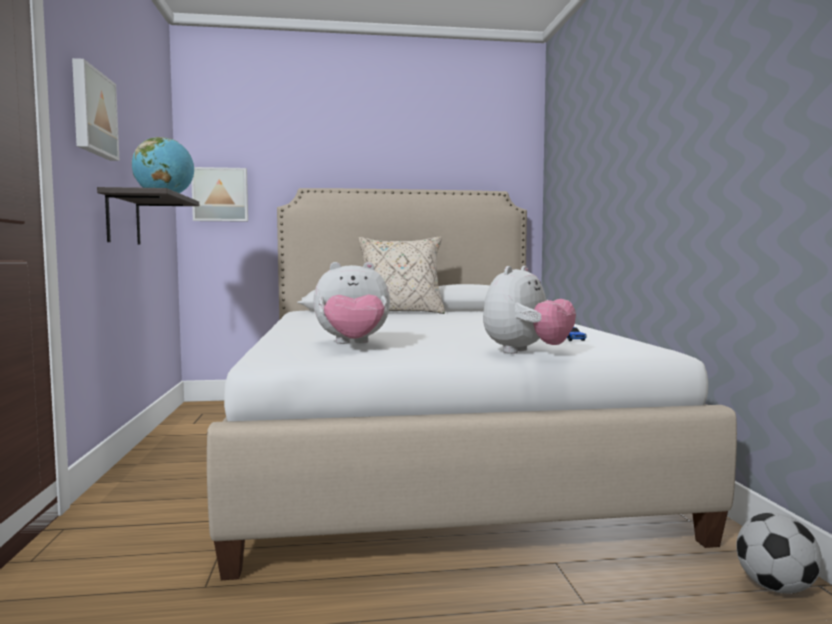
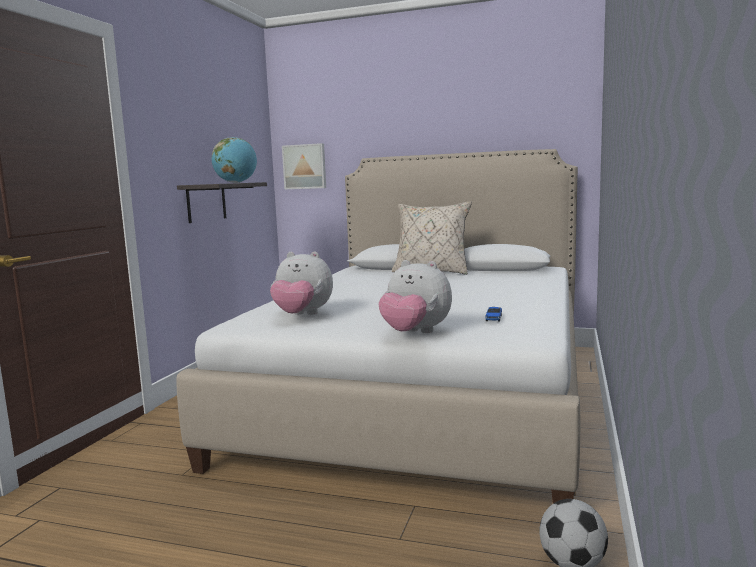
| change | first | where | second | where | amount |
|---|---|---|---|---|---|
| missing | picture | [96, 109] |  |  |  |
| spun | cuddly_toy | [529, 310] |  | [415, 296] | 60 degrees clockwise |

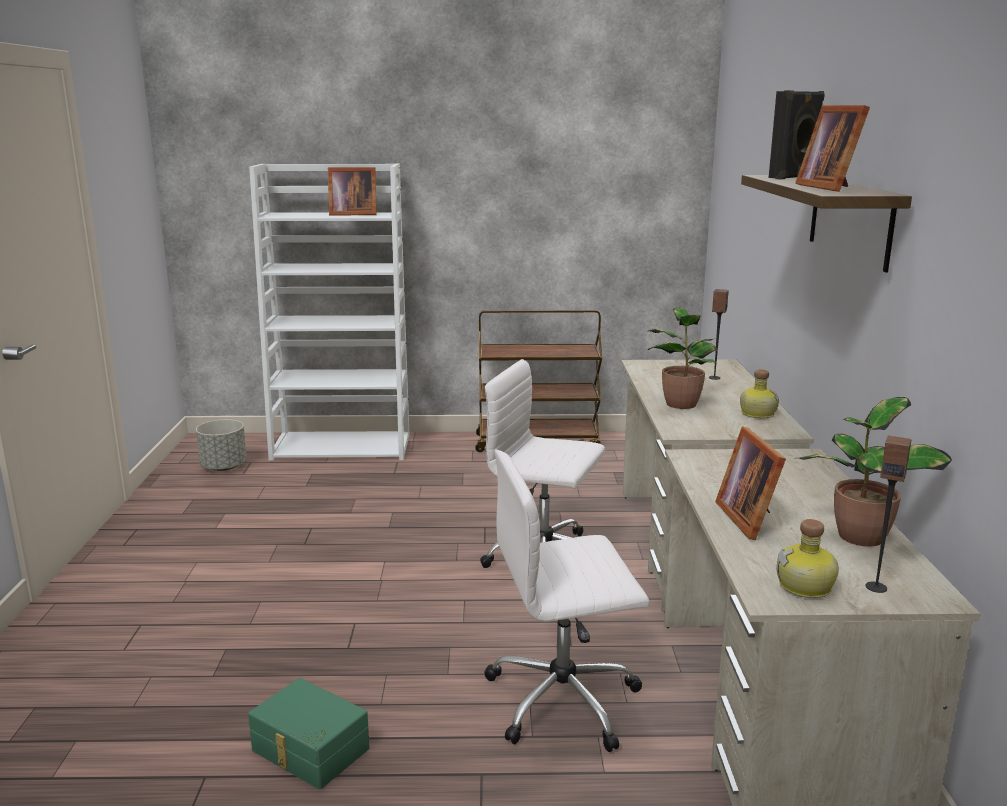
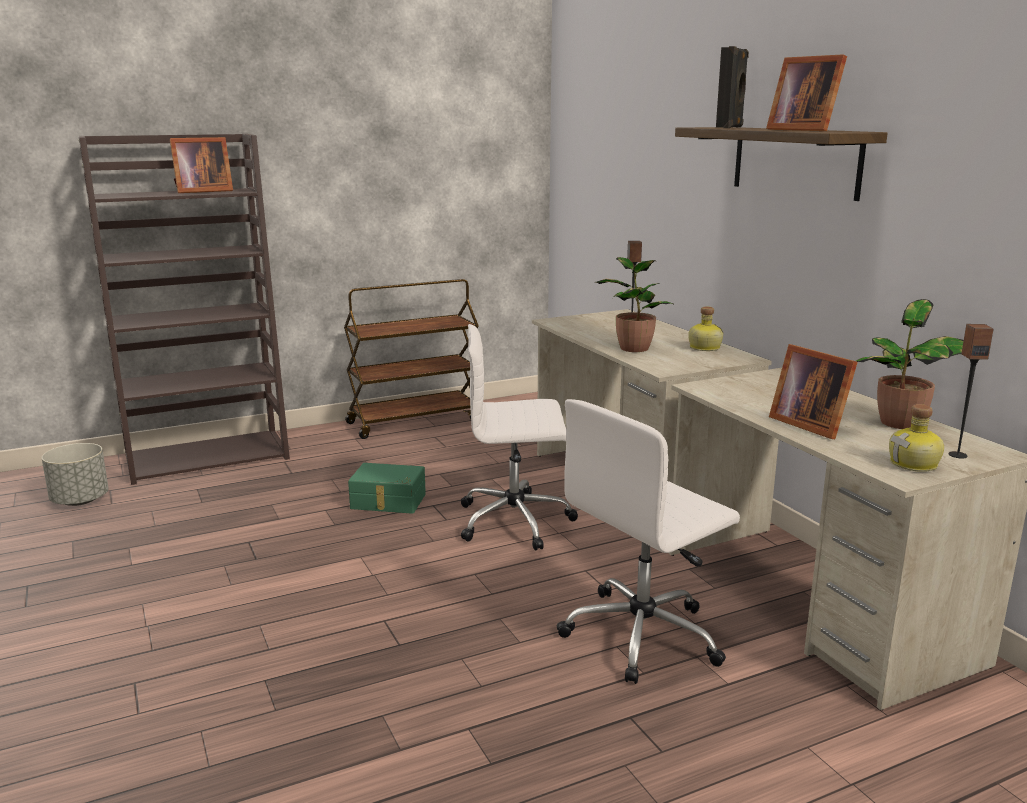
| change | first | where | second | where | amount |
|---|---|---|---|---|---|
| colour | white-coloured_bookcase | [329, 312] | brown_bookcase | [184, 309] |  |
| relocated | greenish_storage_box | [309, 733] |  | [387, 488] |  |

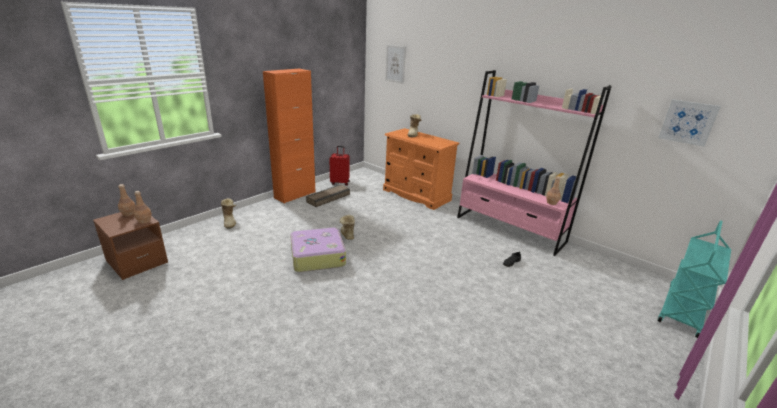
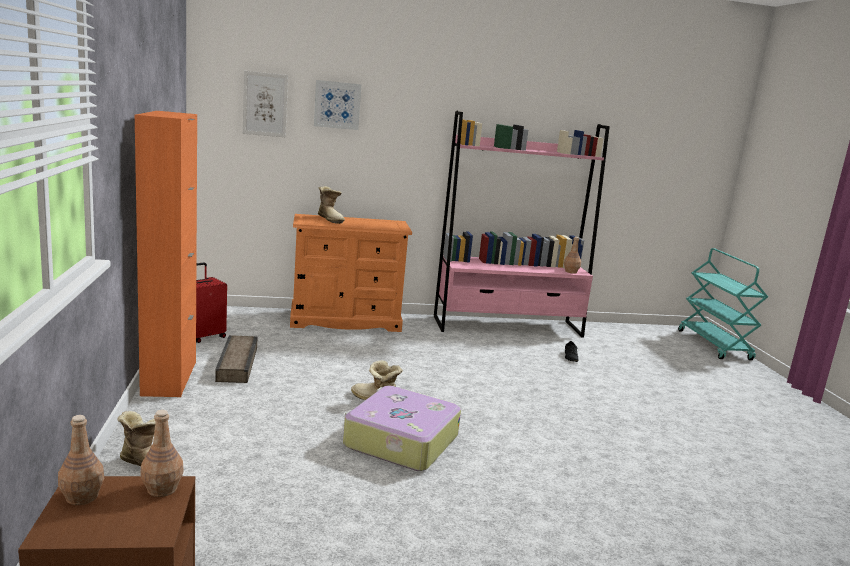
| change | first | where | second | where | amount |
|---|---|---|---|---|---|
| relocated | picture | [689, 123] |  | [337, 105] |  |

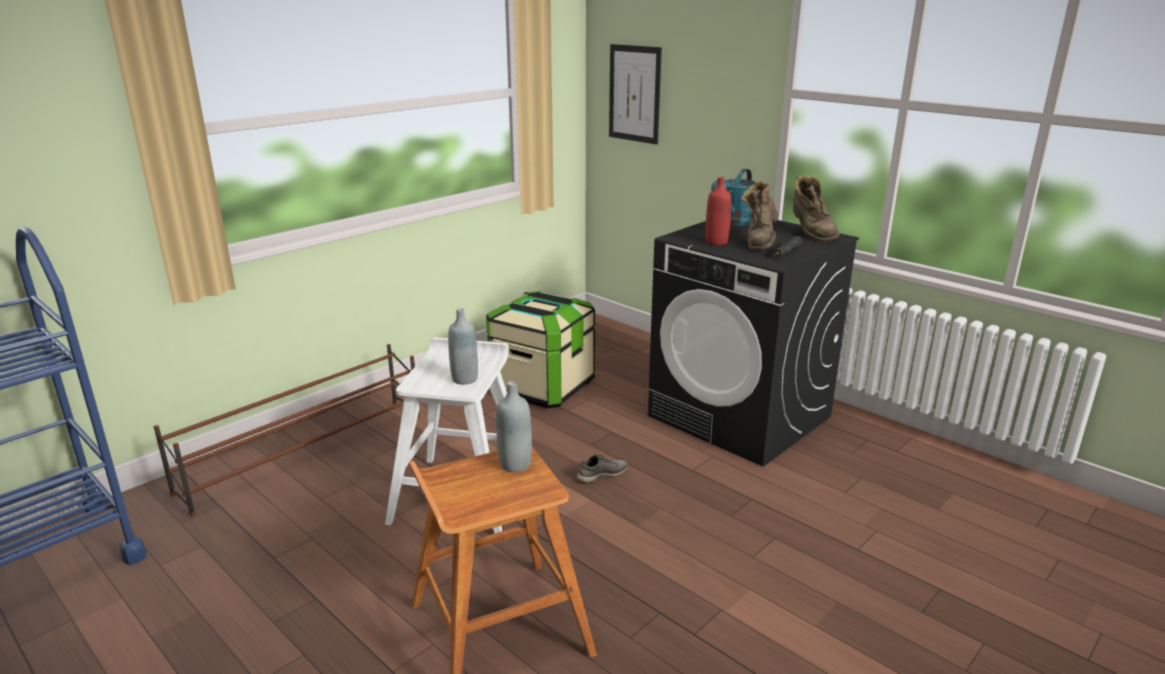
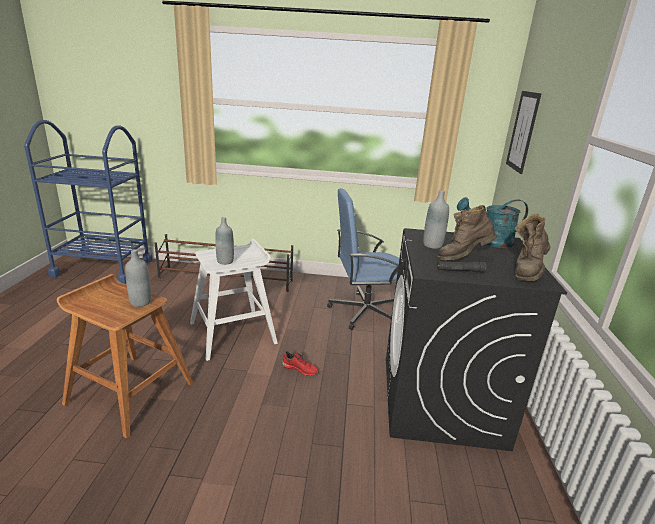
| change | first | where | second | where | amount |
|---|---|---|---|---|---|
| colour | red_beverage_bottle | [718, 211] | gray_beverage_bottle | [436, 219] |  |
| exchanged | storage_box | [540, 349] | blue_office_chair | [363, 259] |  |
| colour | gray_item_of_footwear | [603, 468] | red_item_of_footwear | [300, 363] |  |

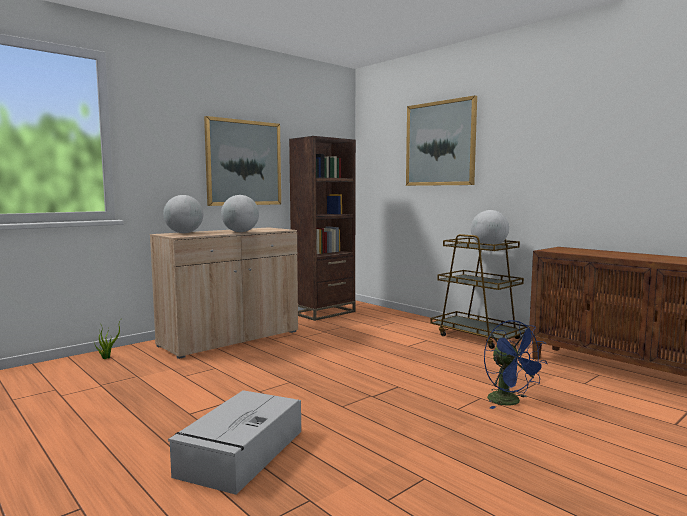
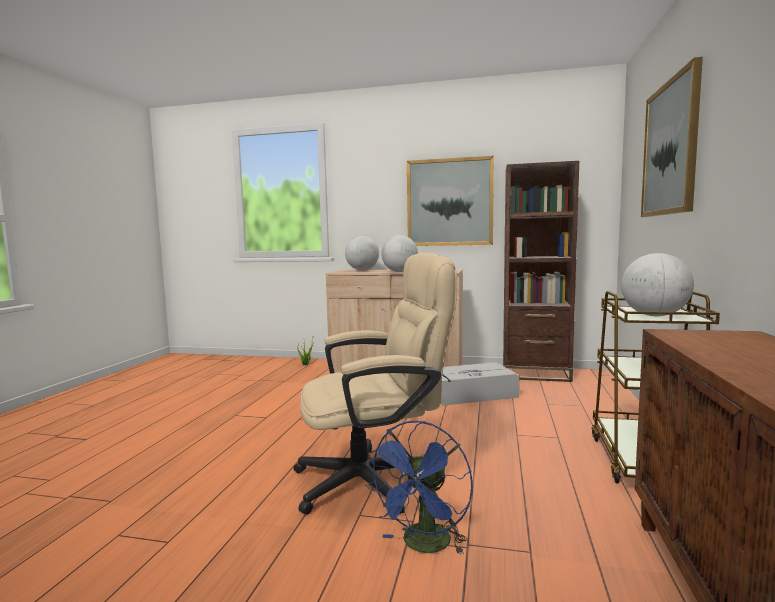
| change | first | where | second | where | amount |
|---|---|---|---|---|---|
| relocated | gray_storage_box | [234, 442] |  | [480, 384] |  |
| appeared |  |  | beige_office_chair | [375, 384] |  |

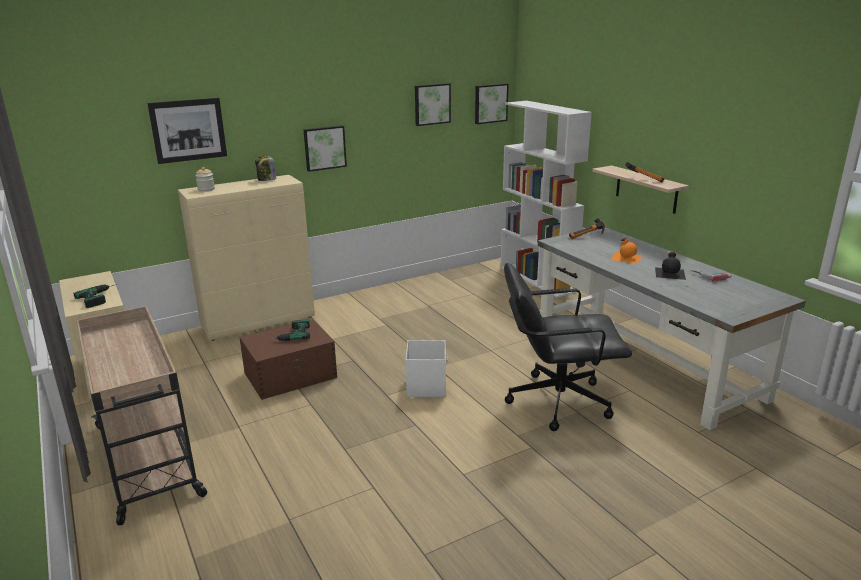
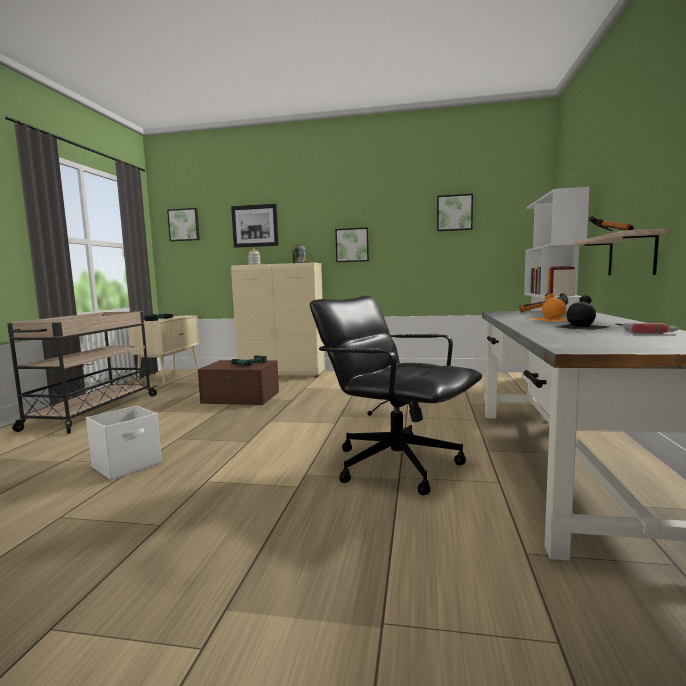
| change | first | where | second | where | amount |
|---|---|---|---|---|---|
| relocated | picture | [492, 103] |  | [183, 224] |  |
| relocated | white-coloured_storage_box | [427, 368] |  | [124, 443] |  |

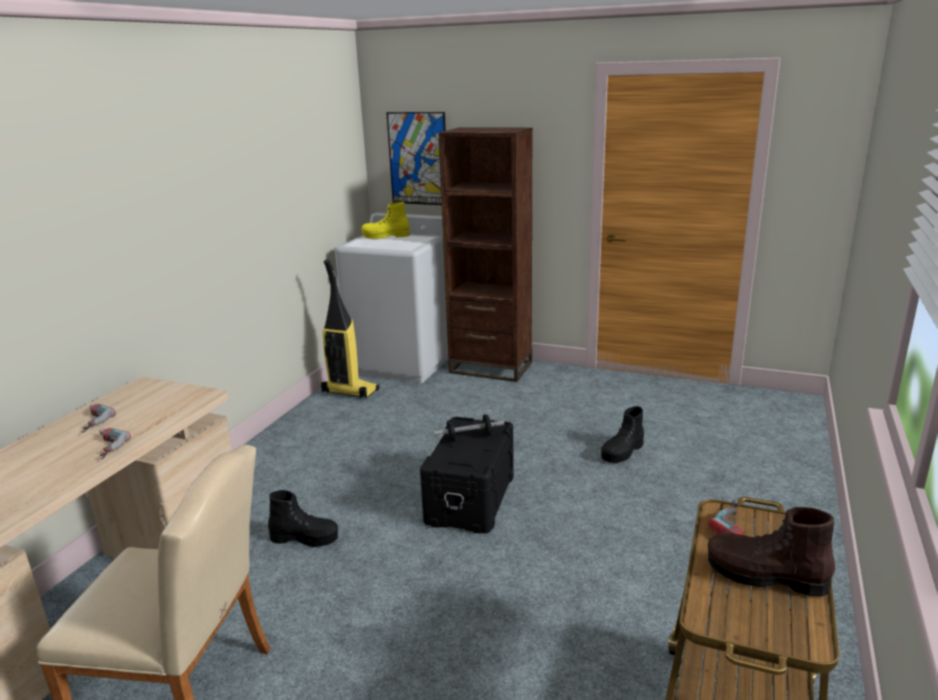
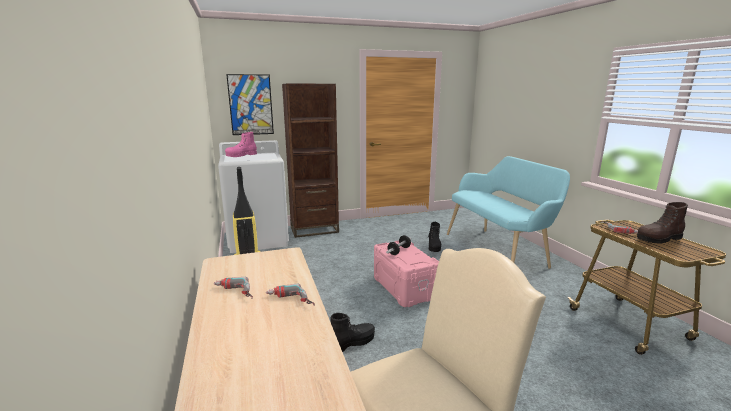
| change | first | where | second | where | amount |
|---|---|---|---|---|---|
| colour | yellow-coloured_boot | [385, 220] | pink_boot | [241, 144] |  |
| colour | black_storage_box | [467, 475] | pink_storage_box | [406, 273] |  |
| appeared |  |  | blue-green_indoor_bench | [508, 212] |  |

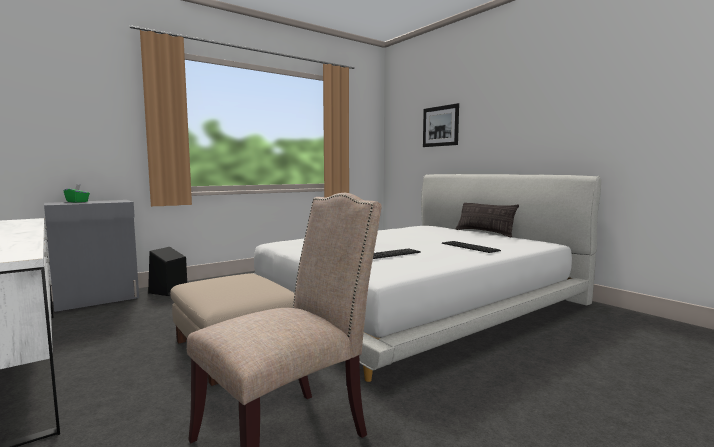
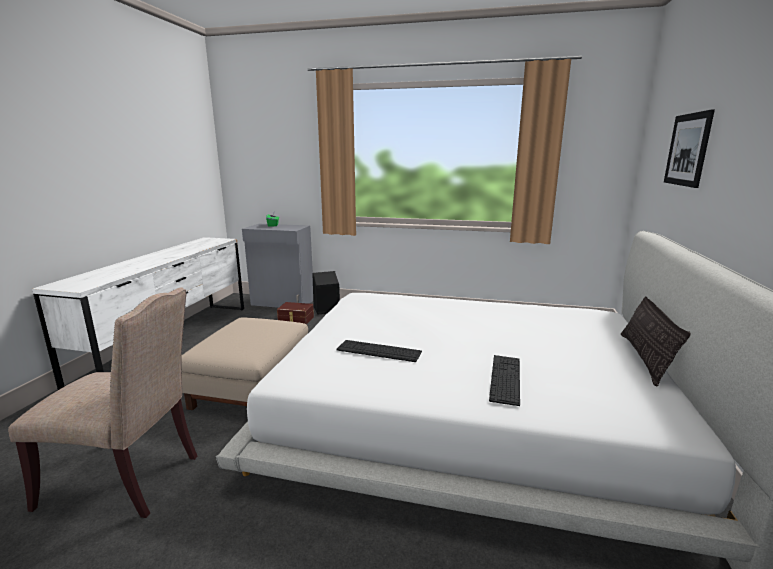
| change | first | where | second | where | amount |
|---|---|---|---|---|---|
| appeared |  |  | brown_storage_box | [295, 313] |  |

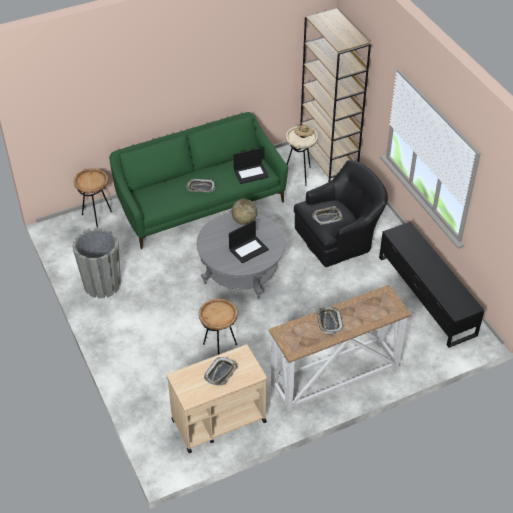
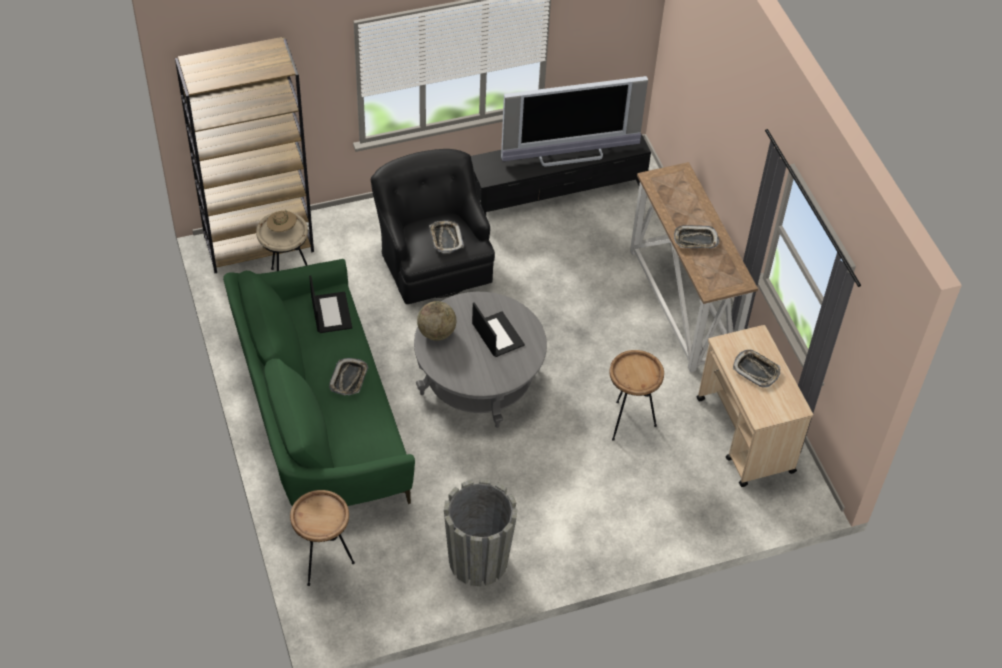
| change | first | where | second | where | amount |
|---|---|---|---|---|---|
| appeared |  |  | TV_set | [574, 121] |  |

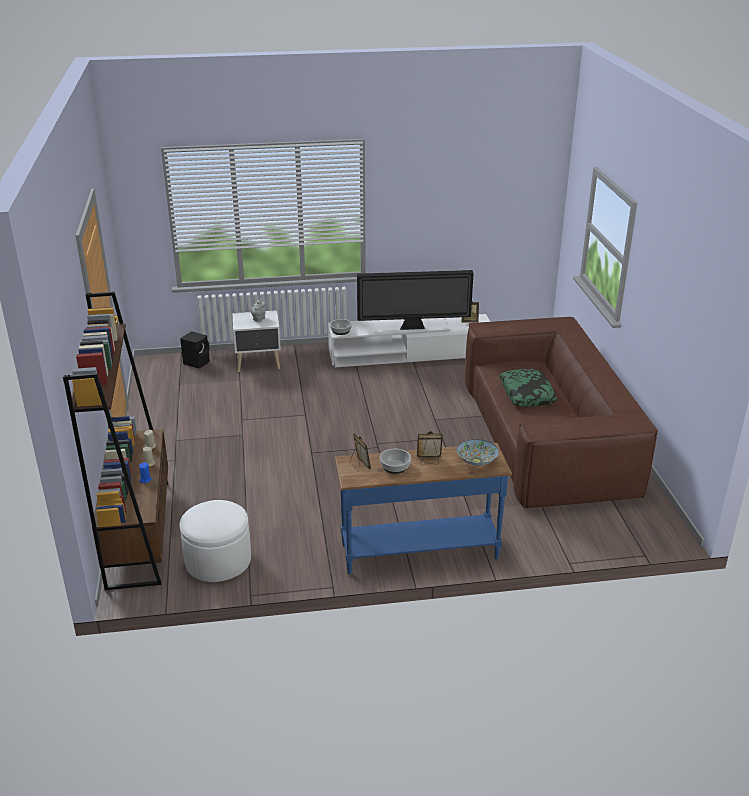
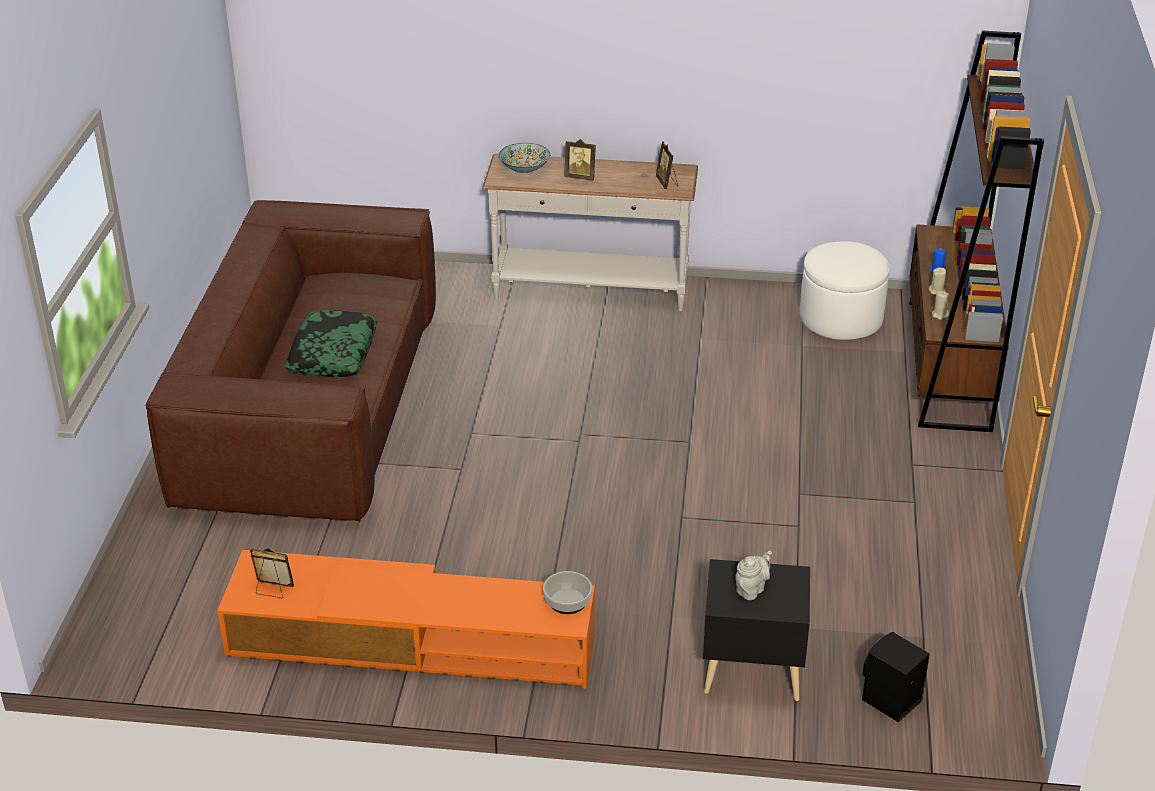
| change | first | where | second | where | amount |
|---|---|---|---|---|---|
| missing | TV_set | [415, 300] |  |  |  |
| colour | white-coloured_nightstand | [257, 341] | black_nightstand | [756, 630] |  |
| colour | white-coloured_tv_unit | [409, 340] | orange-coloured_tv_unit | [406, 619] |  |
| colour | blue_narrow_table | [423, 508] | white-coloured_narrow_table | [590, 232] |  |
| missing | serving_bowl | [395, 461] |  |  |  |

